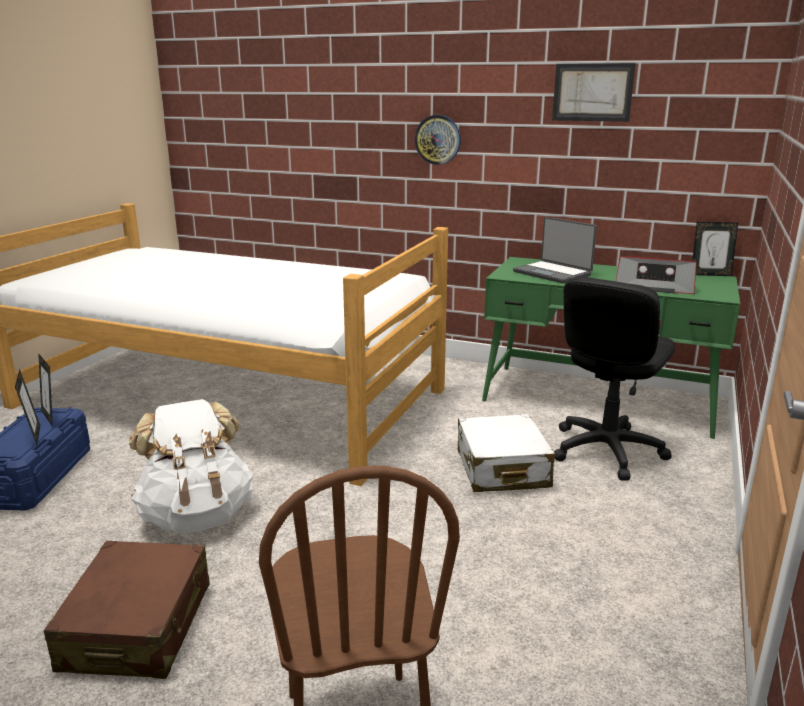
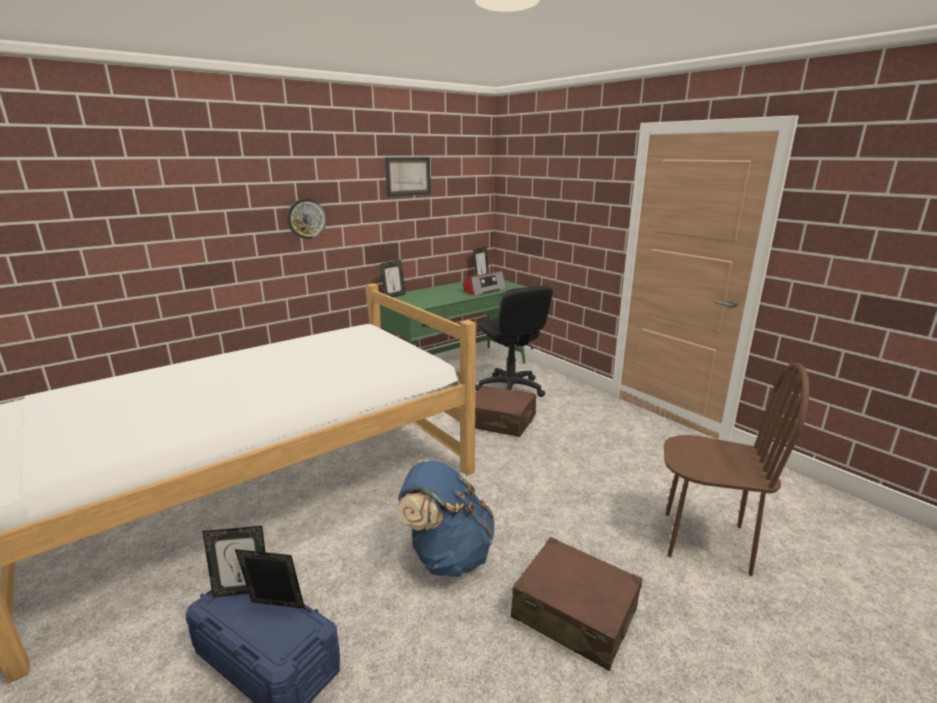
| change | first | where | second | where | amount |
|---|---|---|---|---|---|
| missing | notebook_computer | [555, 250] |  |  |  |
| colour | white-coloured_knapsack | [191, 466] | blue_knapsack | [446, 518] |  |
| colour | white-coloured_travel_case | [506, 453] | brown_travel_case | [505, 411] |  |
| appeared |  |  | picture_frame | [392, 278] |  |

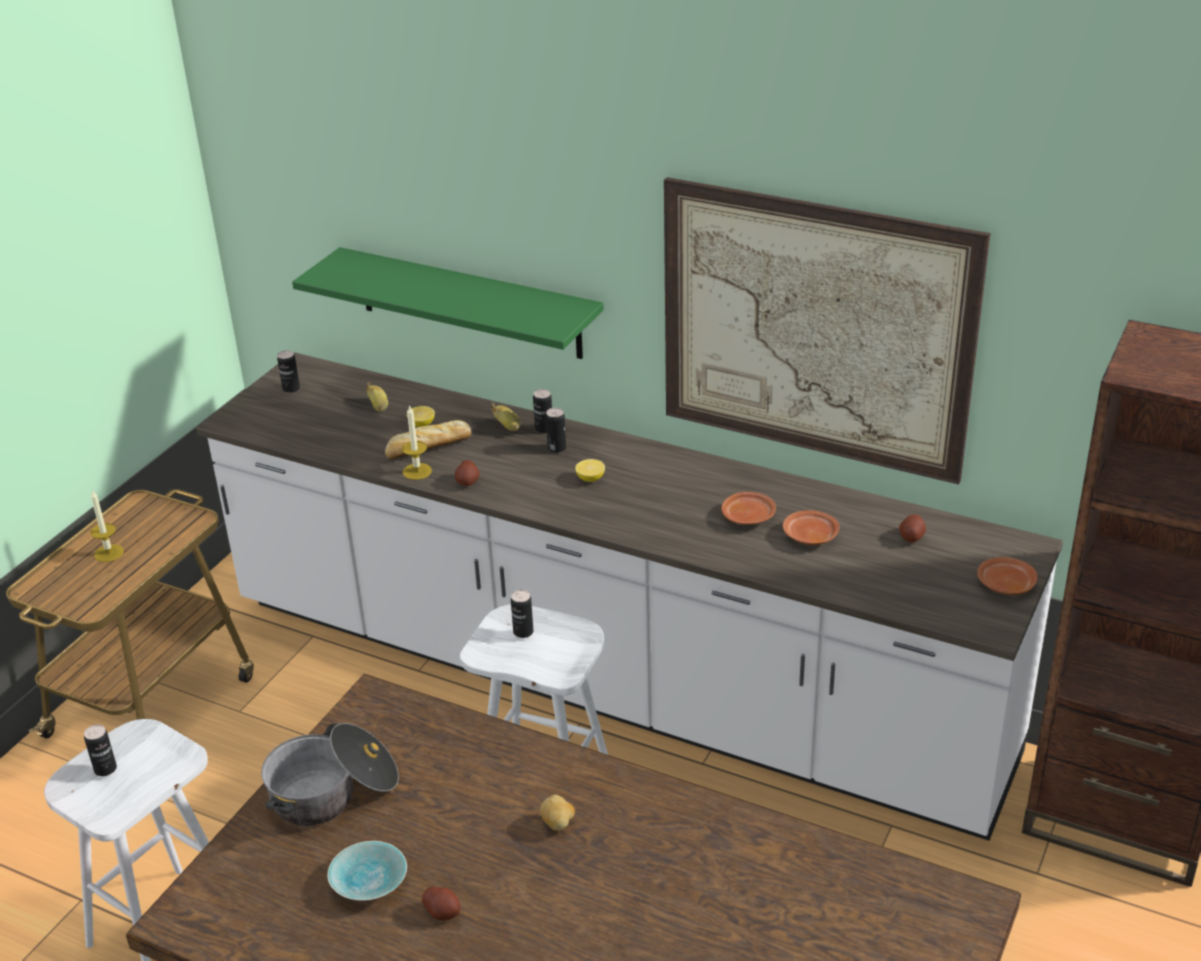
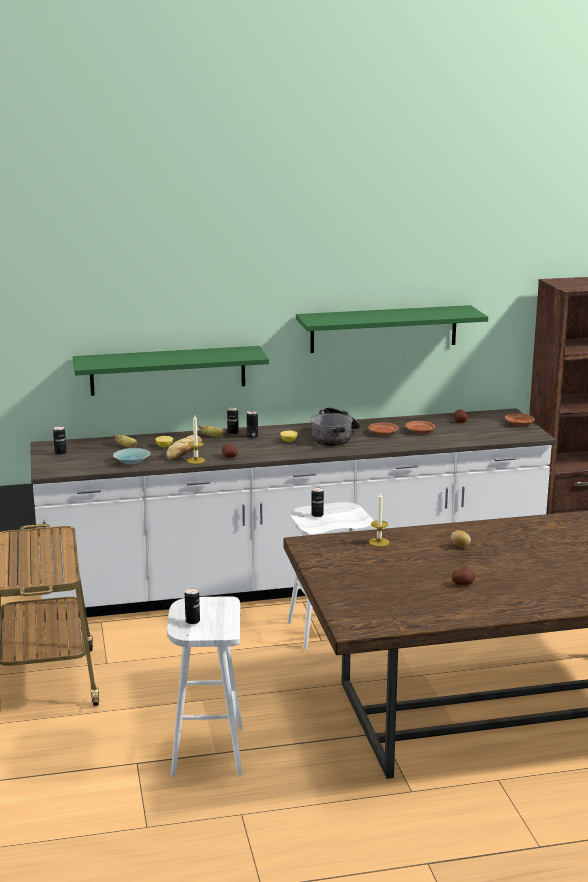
| change | first | where | second | where | amount |
|---|---|---|---|---|---|
| exchanged | picture | [827, 330] | greenish_wall_shelf | [392, 329] |  |
| relocated | wax_light | [107, 526] |  | [379, 519] |  |
| relocated | stockpot | [330, 774] |  | [335, 427] |  |
| relocated | blue-green_serving_bowl | [367, 871] |  | [131, 456] |  |

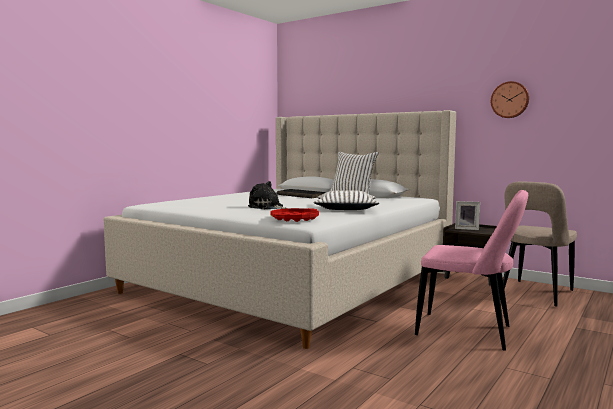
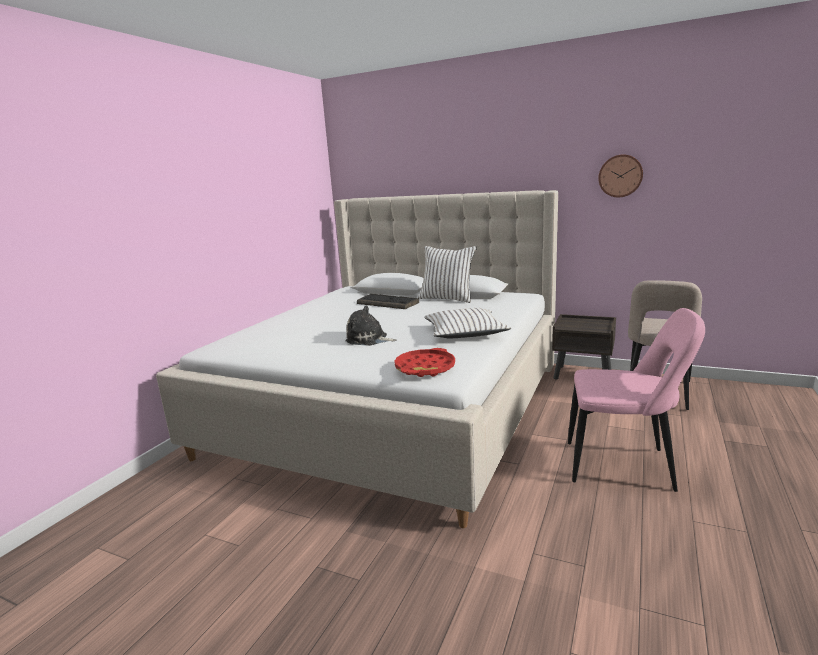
| change | first | where | second | where | amount |
|---|---|---|---|---|---|
| missing | picture_frame | [467, 215] |  |  |  |

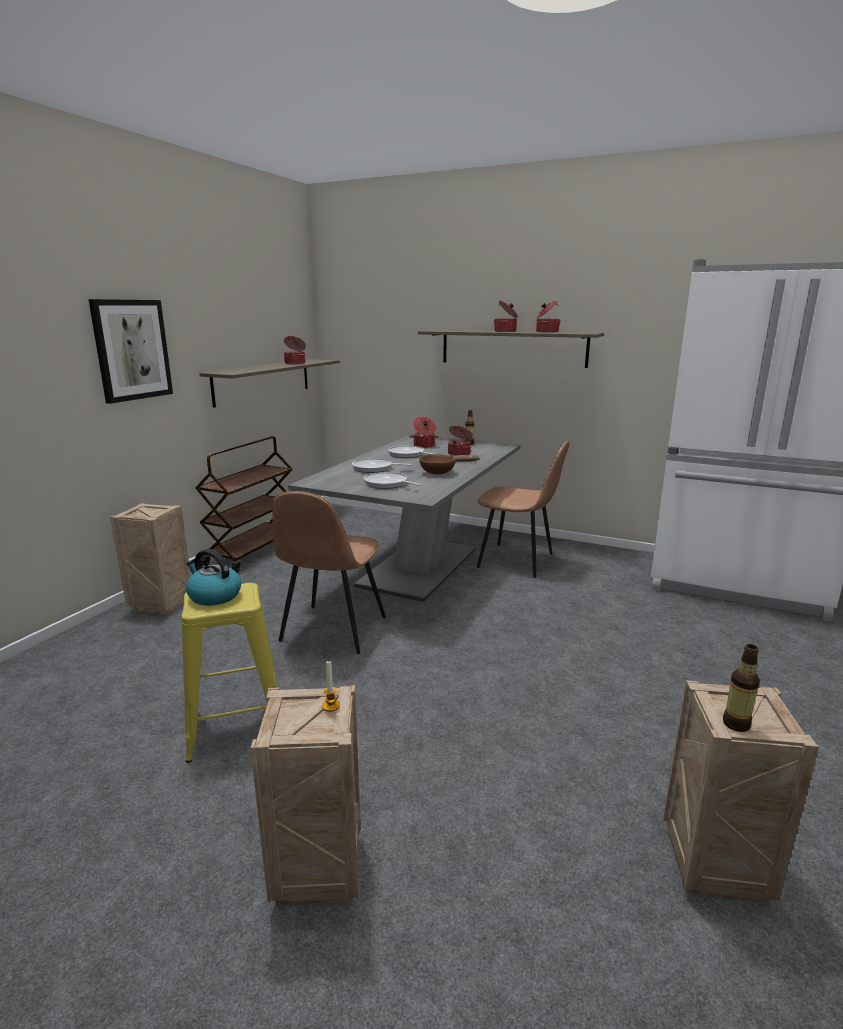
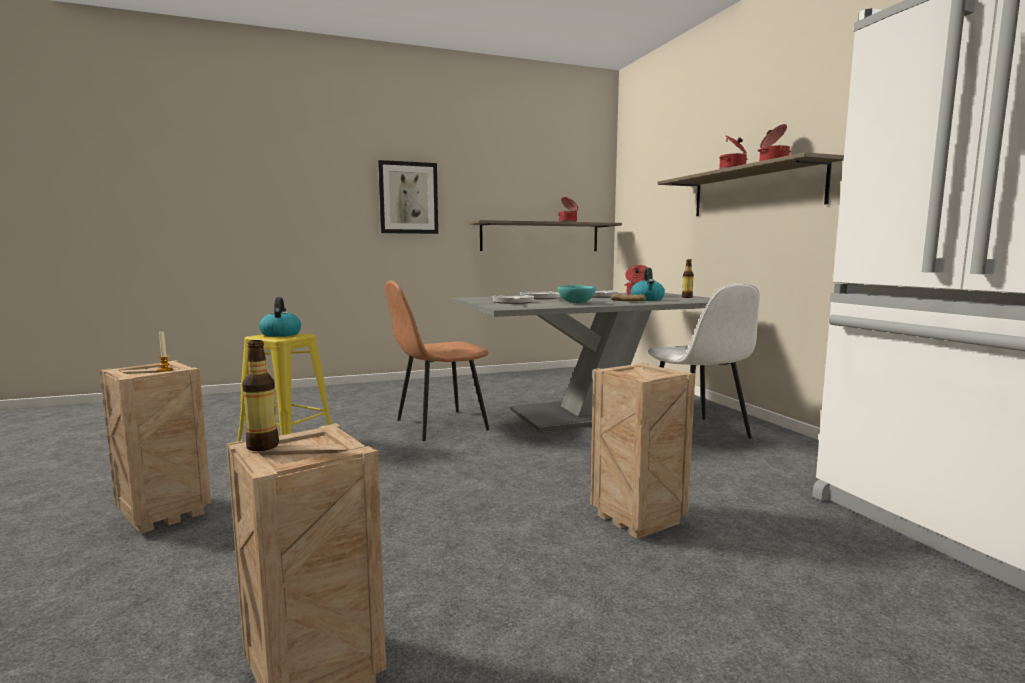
| change | first | where | second | where | amount |
|---|---|---|---|---|---|
| exchanged | stockpot | [460, 440] | tea_kettle | [648, 284] |  |
| missing | brown_wheeled_cart | [244, 504] |  |  |  |
| colour | brown_plain_chair | [523, 509] | white-coloured_plain_chair | [704, 361] |  |
| colour | brown_serving_bowl | [437, 464] | blue-green_serving_bowl | [577, 294] |  |
| relocated | crate | [150, 559] |  | [642, 450] |  |

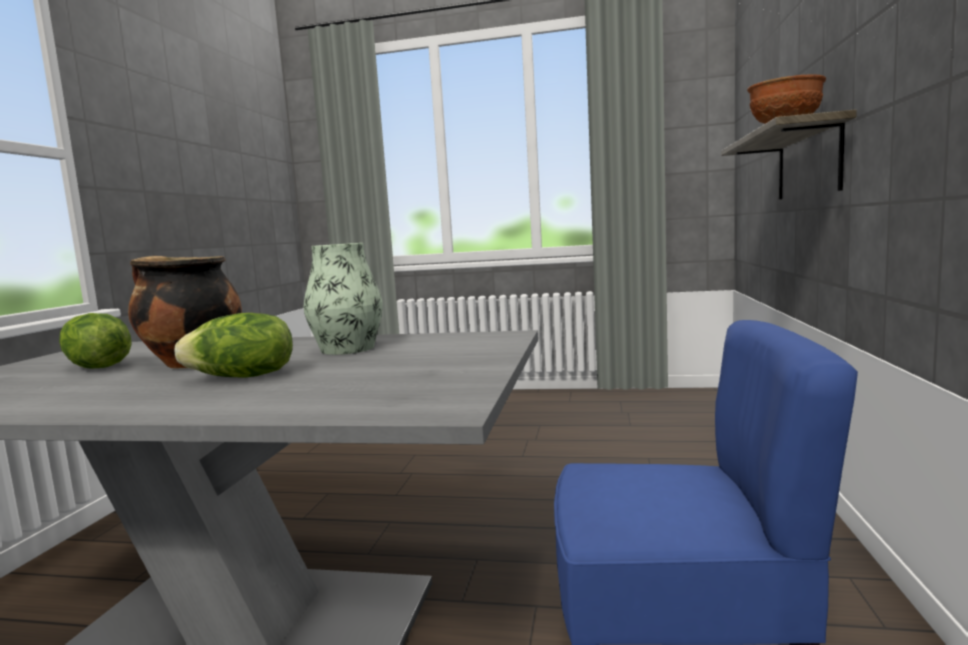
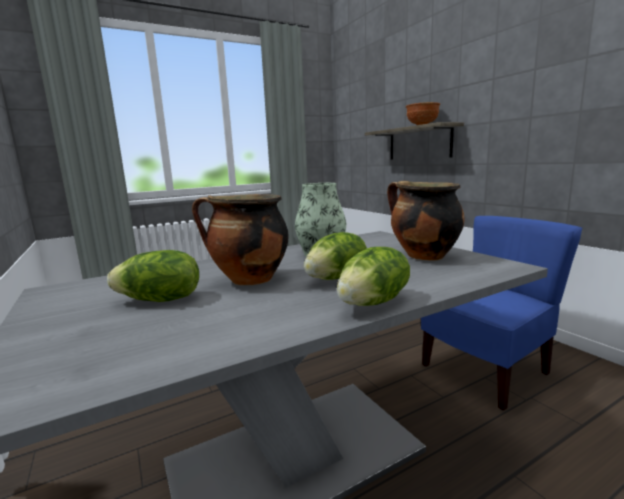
| change | first | where | second | where | amount |
|---|---|---|---|---|---|
| appeared |  |  | stockpot | [426, 221] |  |
| appeared |  |  | lettuce_head | [373, 276] |  |

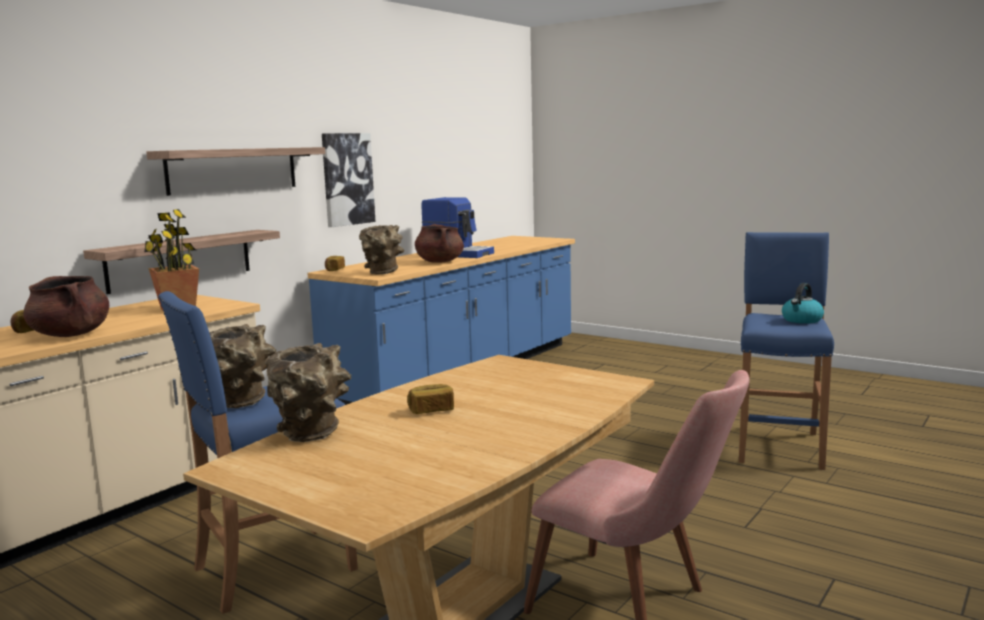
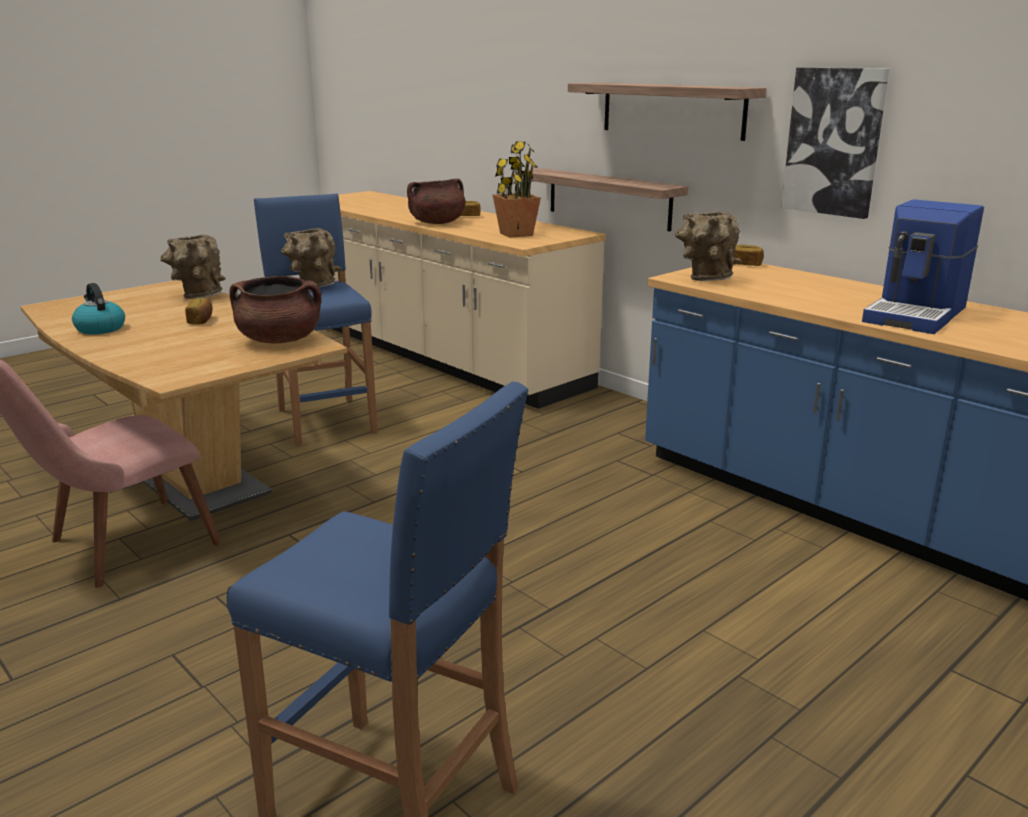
| change | first | where | second | where | amount |
|---|---|---|---|---|---|
| relocated | brown_stockpot | [439, 243] |  | [275, 309] |  |
| relocated | tea_kettle | [803, 303] |  | [98, 308] |  |

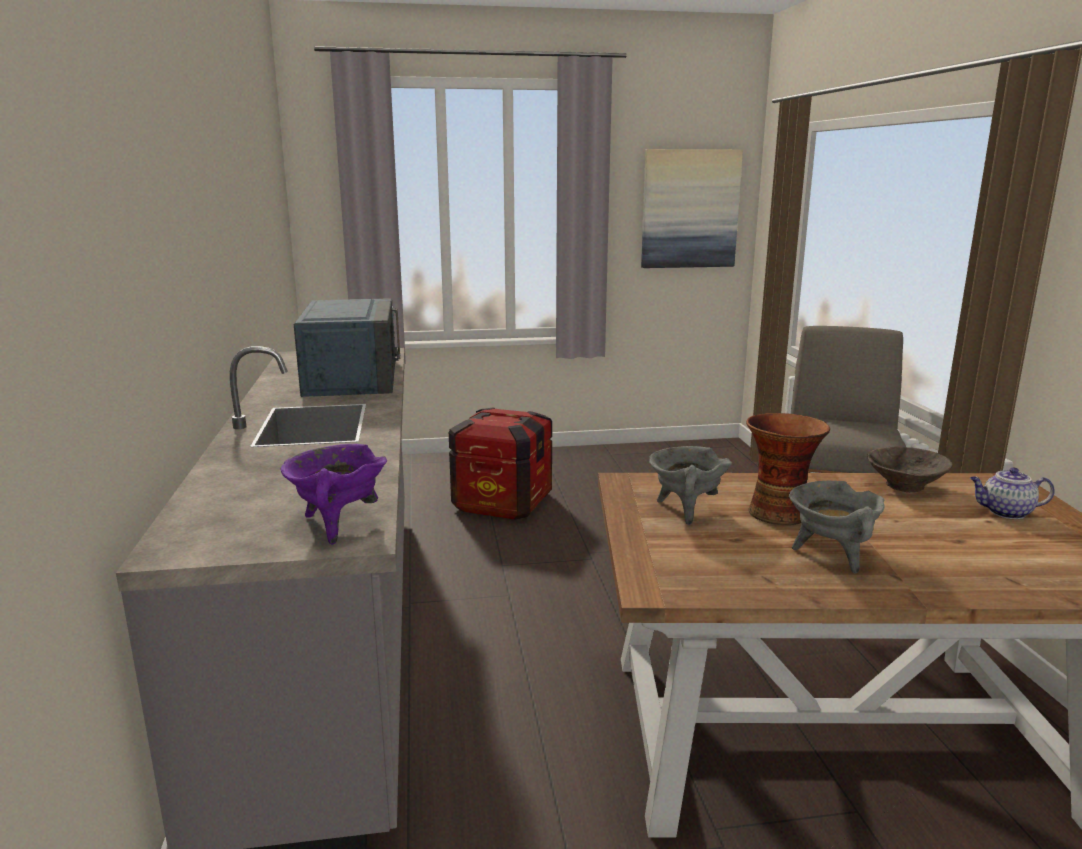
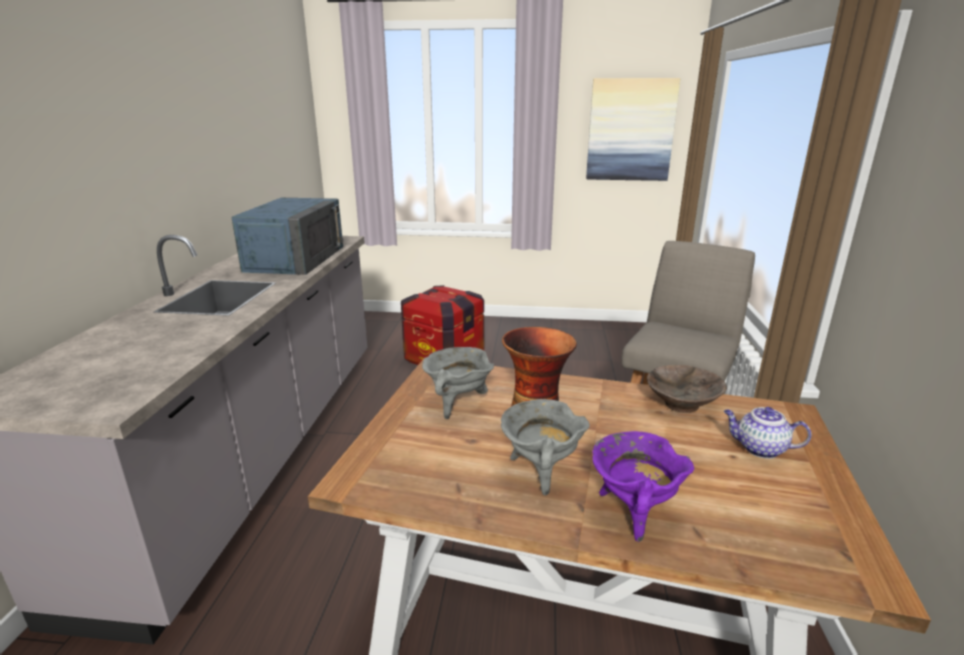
| change | first | where | second | where | amount |
|---|---|---|---|---|---|
| relocated | purple_stockpot | [334, 494] |  | [643, 486] |  |

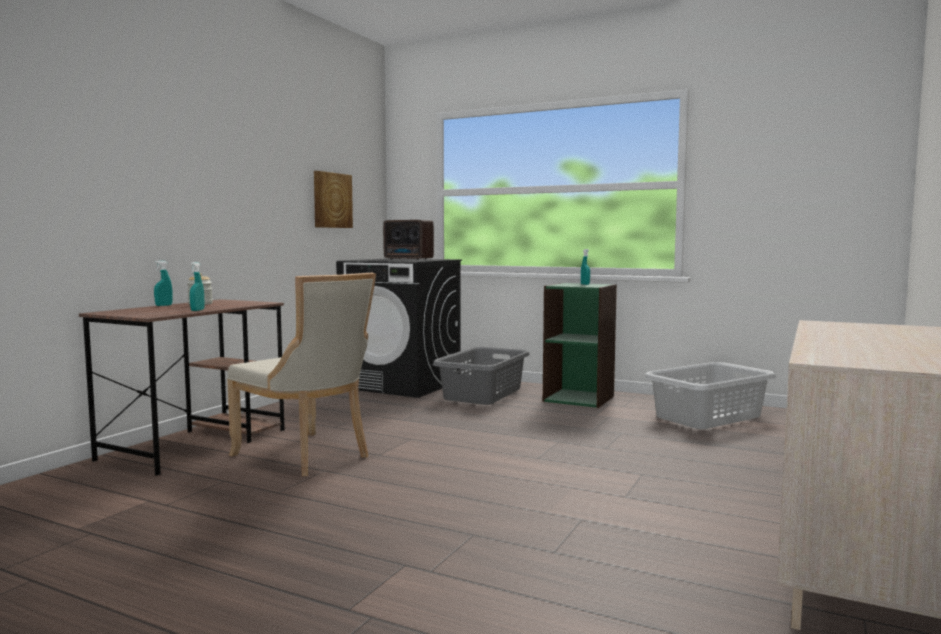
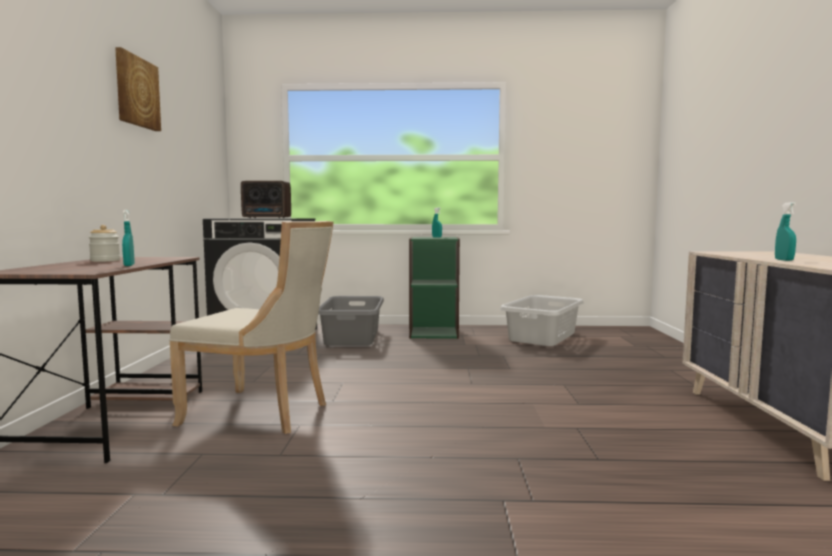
| change | first | where | second | where | amount |
|---|---|---|---|---|---|
| relocated | picture | [333, 199] |  | [138, 89] |  |
| relocated | blue-green_hand_sprayer | [163, 283] |  | [785, 231] |  |

